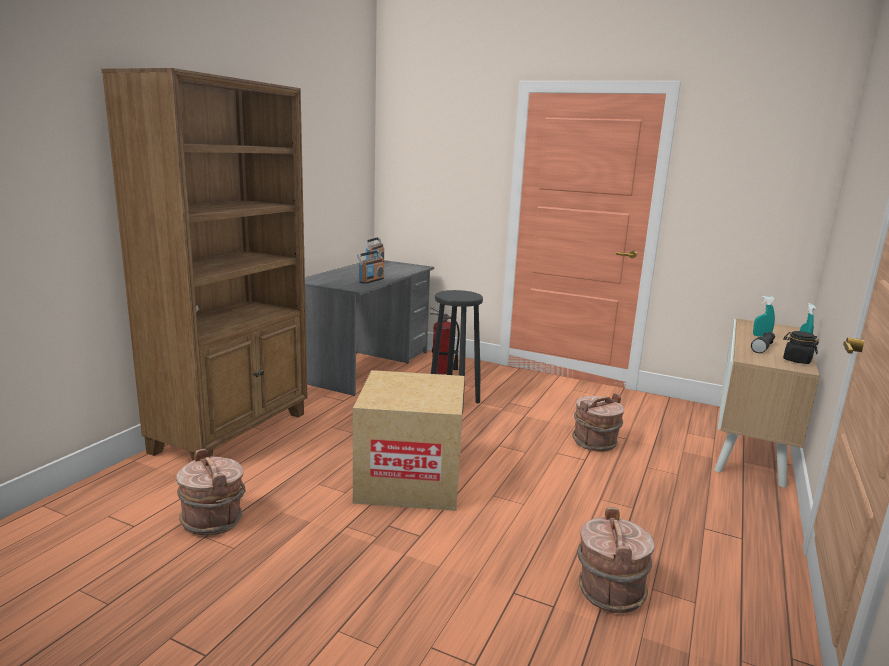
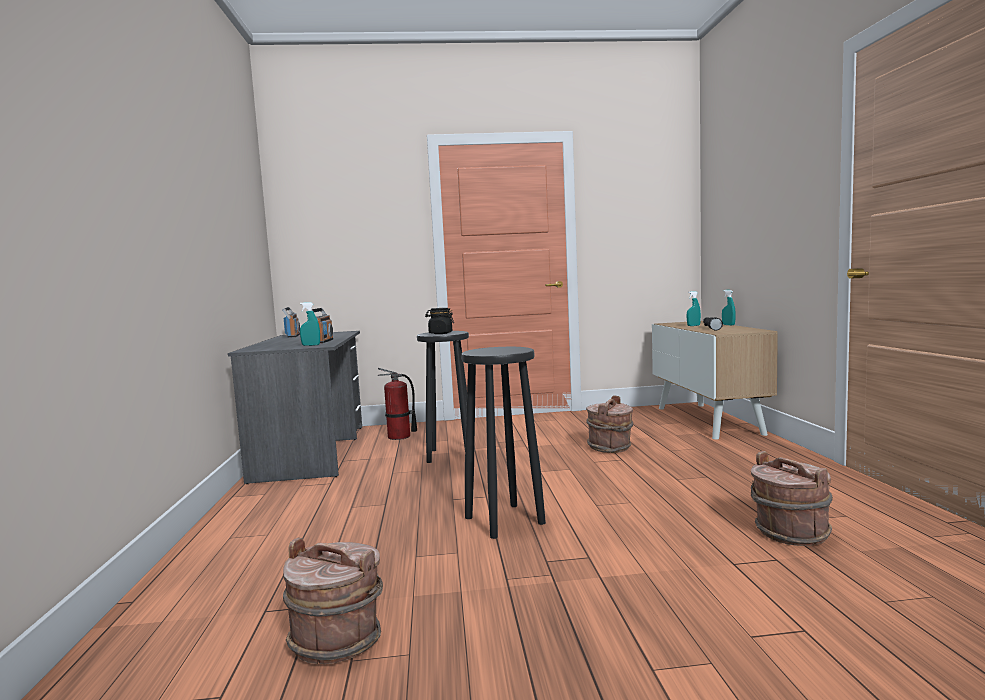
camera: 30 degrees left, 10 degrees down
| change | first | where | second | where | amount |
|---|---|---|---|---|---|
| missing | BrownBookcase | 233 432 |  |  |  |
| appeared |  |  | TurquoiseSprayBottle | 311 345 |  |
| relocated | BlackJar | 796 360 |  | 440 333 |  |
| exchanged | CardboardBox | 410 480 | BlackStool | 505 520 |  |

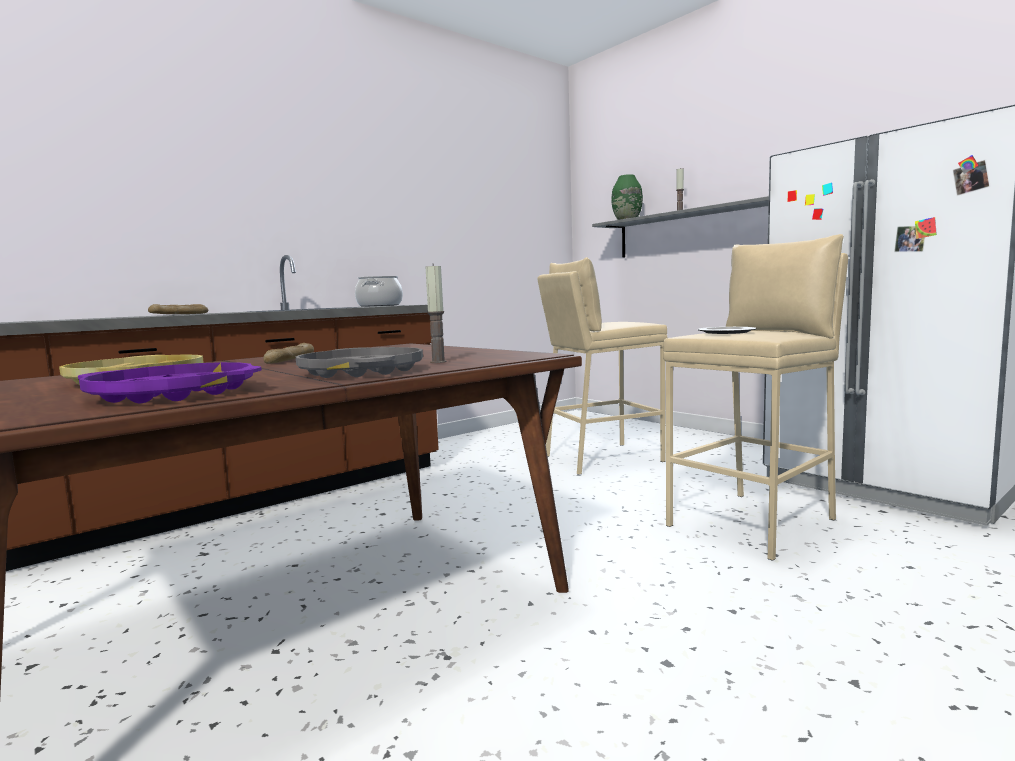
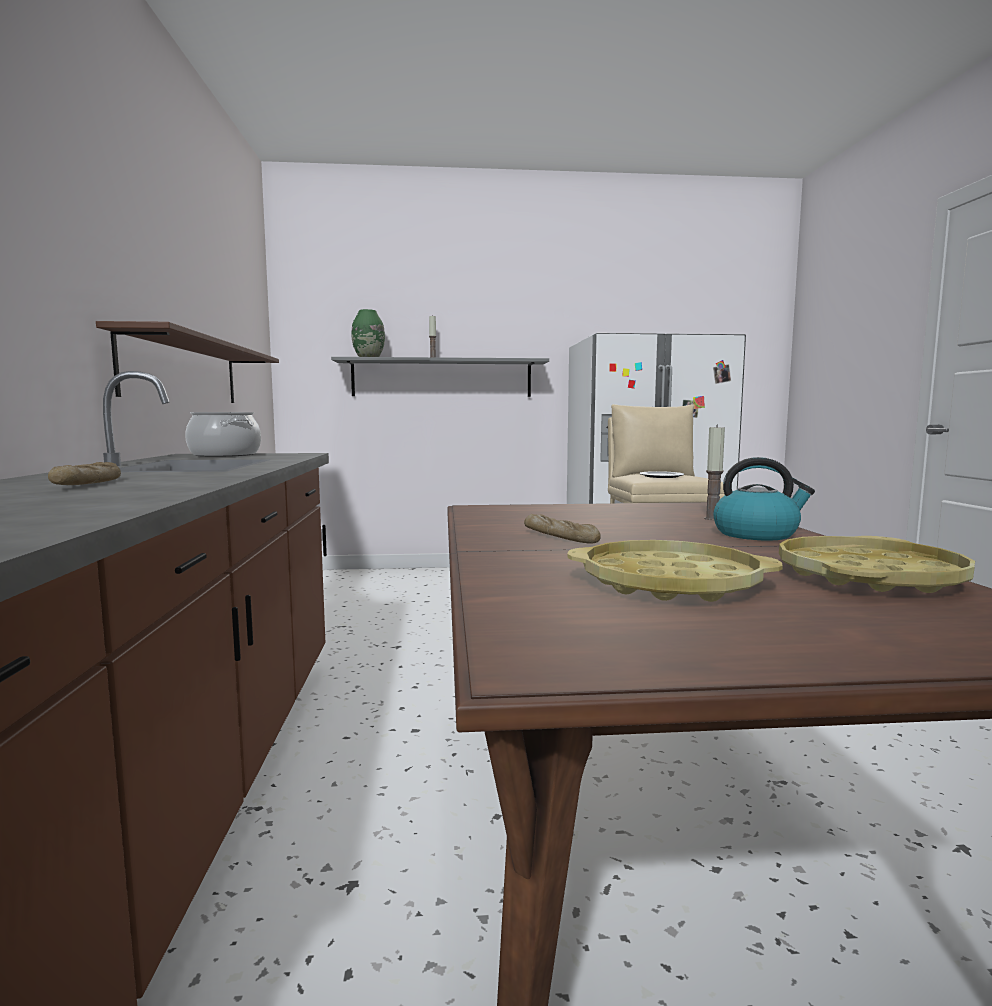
camera: 55 degrees left, 0 degrees up
| change | first | where | second | where | amount |
|---|---|---|---|---|---|
| missing | BeigeStool | 602 458 |  |  |  |
| appeared |  |  | BrownShelf | 184 372 |  |
| exchanged | GreyTray | 362 371 | Kettle | 757 534 |  |
| colour | PurpleTray | 173 394 | YellowTray | 868 577 |  |

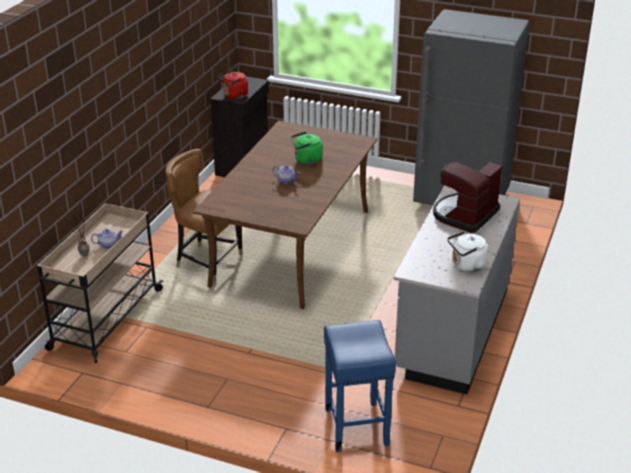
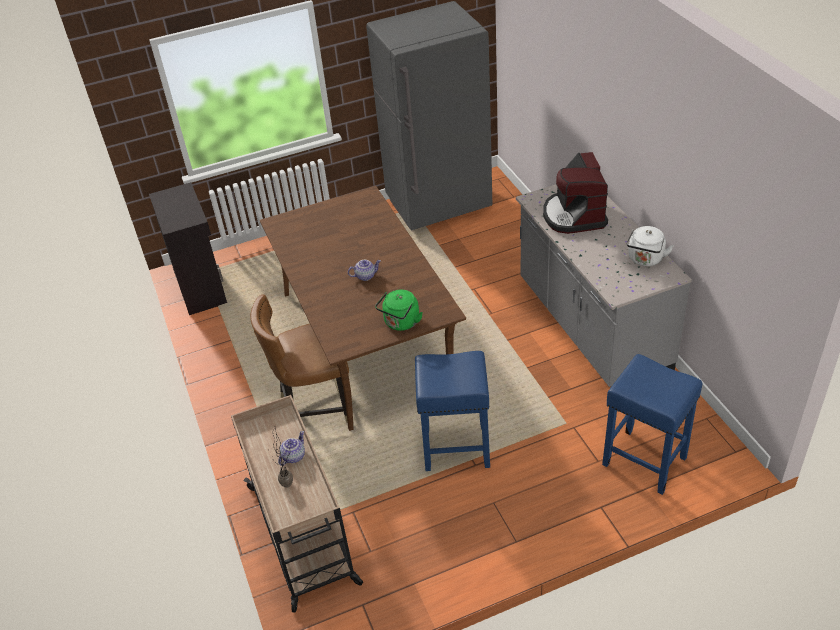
camera: 40 degrees left, 10 degrees up
| change | first | where | second | where | amount |
|---|---|---|---|---|---|
| missing | RedKettle | 234 96 |  |  |  |
| appeared |  |  | BlueStool | 455 448 |  |
| relocated | GreenKettle | 306 160 |  | 401 323 |  |

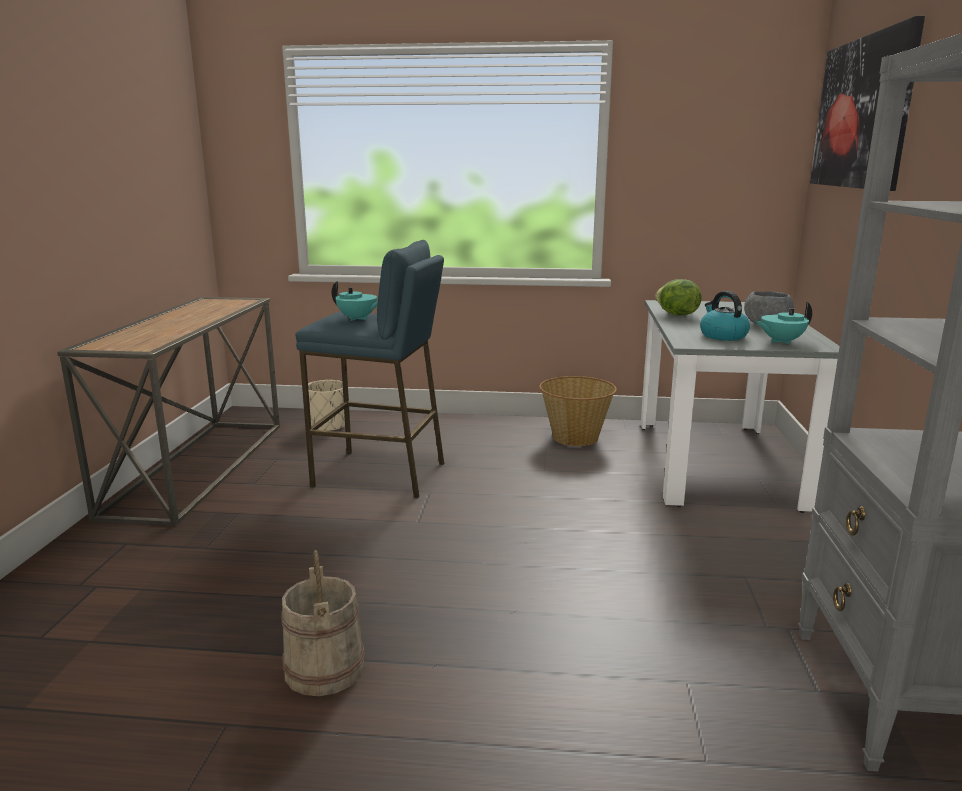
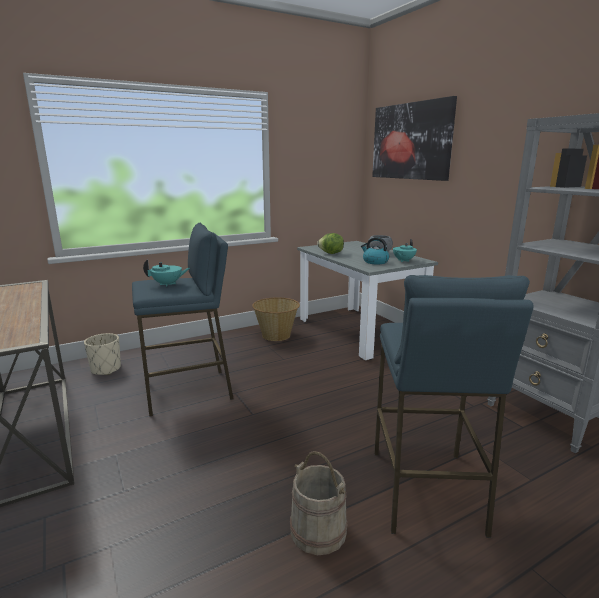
camera: 35 degrees left, 0 degrees up
| change | first | where | second | where | amount |
|---|---|---|---|---|---|
| appeared |  |  | BlueStool | 425 490 |  |

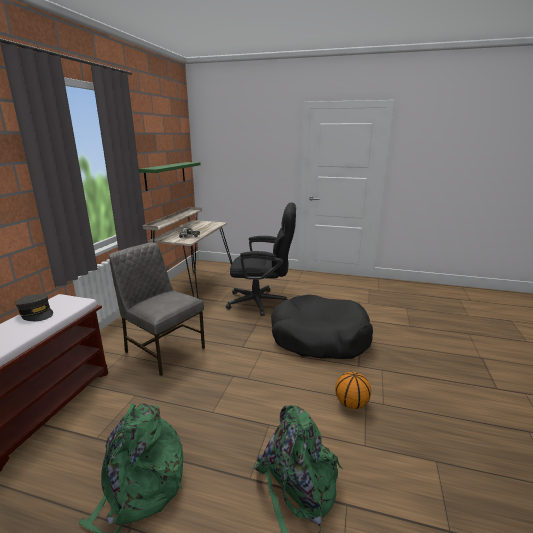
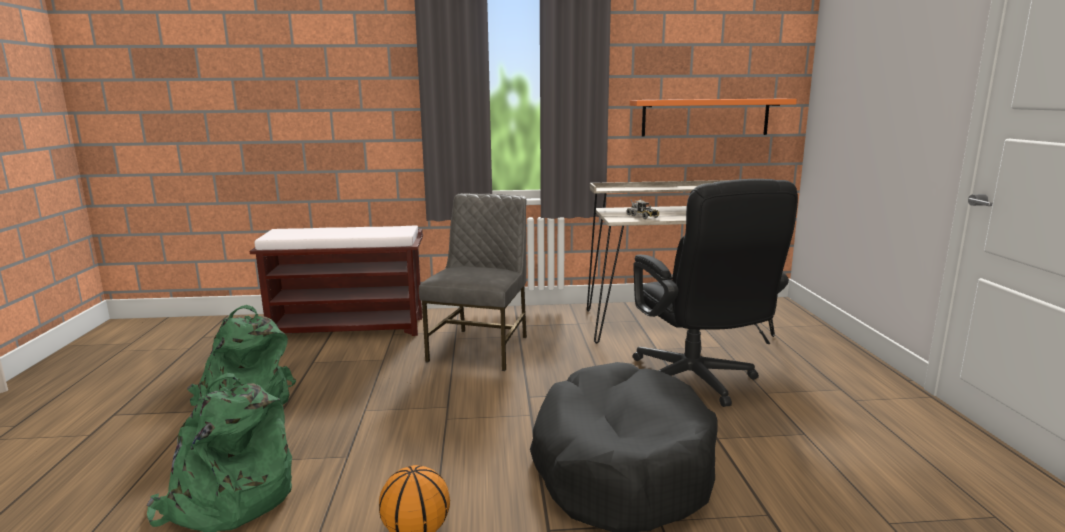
camera: 70 degrees right, 5 degrees down
| change | first | where | second | where | amount |
|---|---|---|---|---|---|
| missing | GreyCap | 36 313 |  |  |  |
| colour | GreenShelf | 165 175 | OrangeShelf | 705 117 |  |

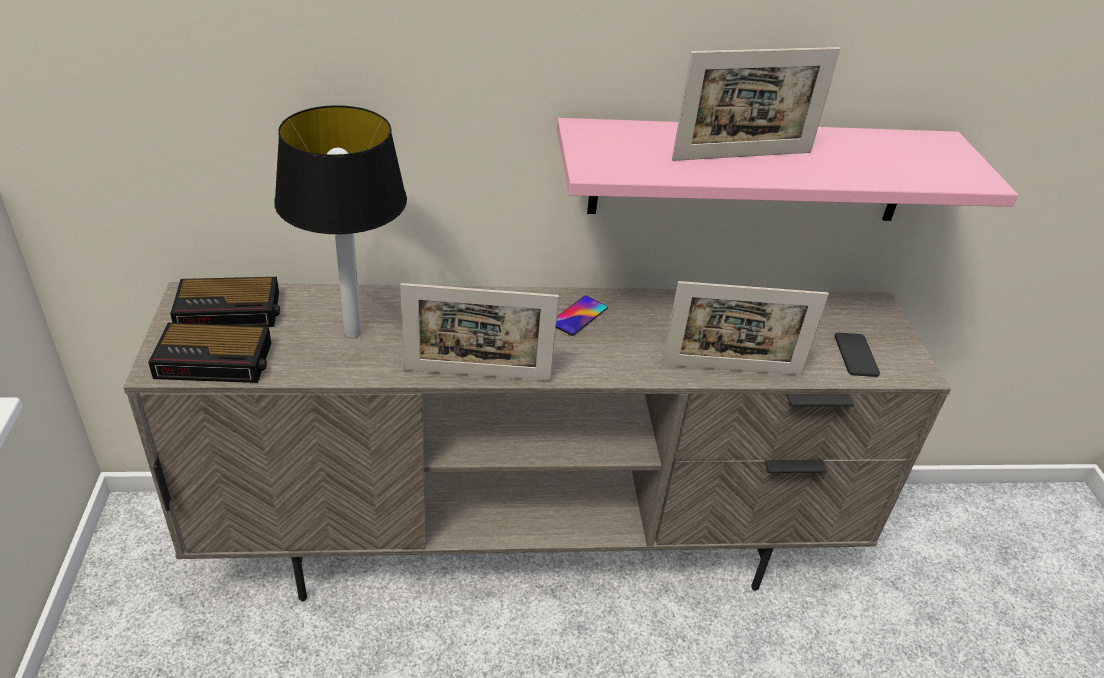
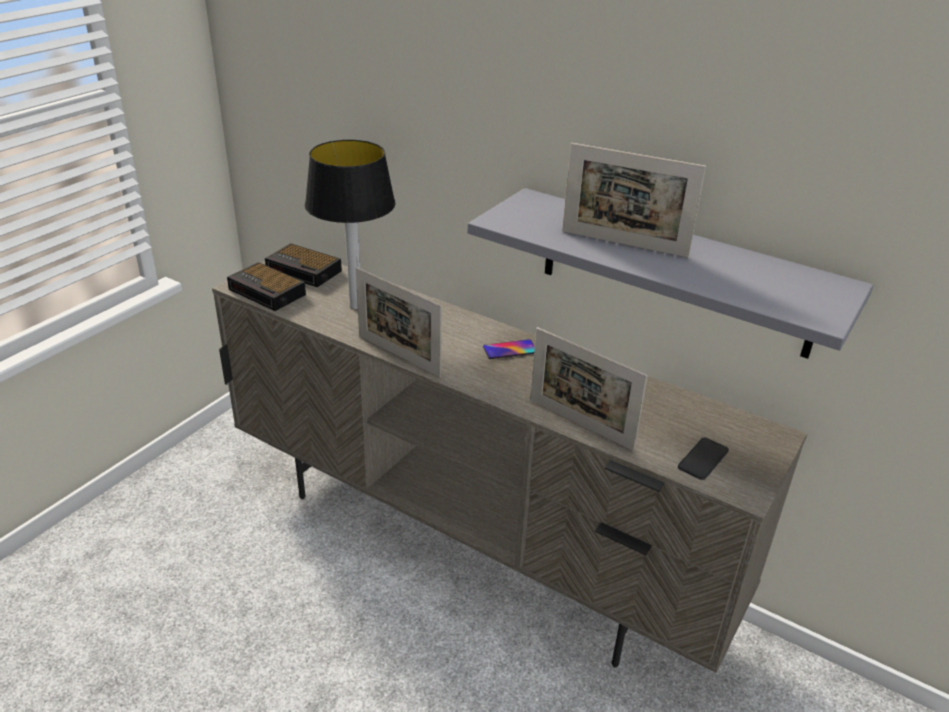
camera: 40 degrees right, 5 degrees down
| change | first | where | second | where | amount |
|---|---|---|---|---|---|
| colour | PinkShelf | 751 171 | GreyShelf | 675 272 |  |

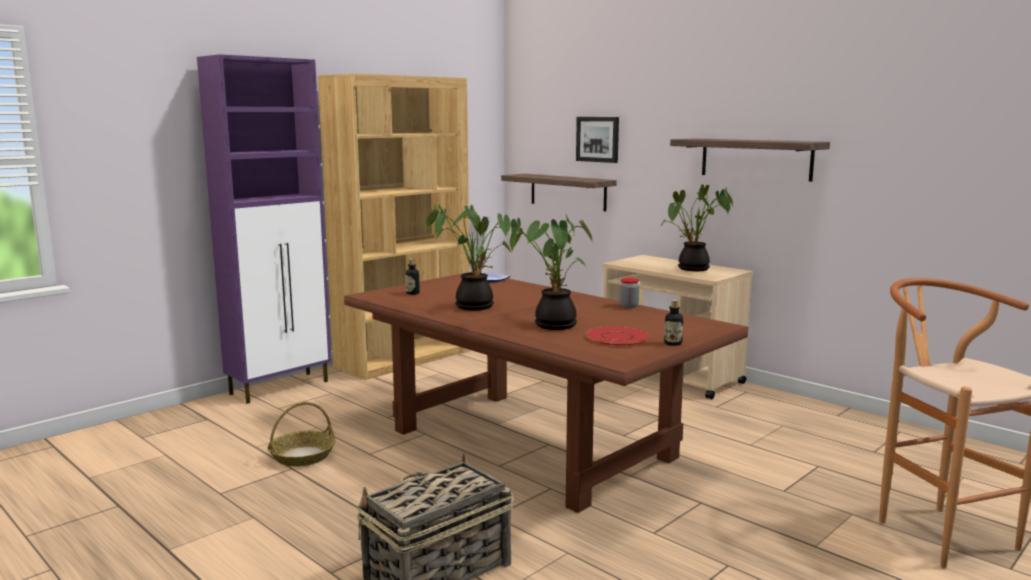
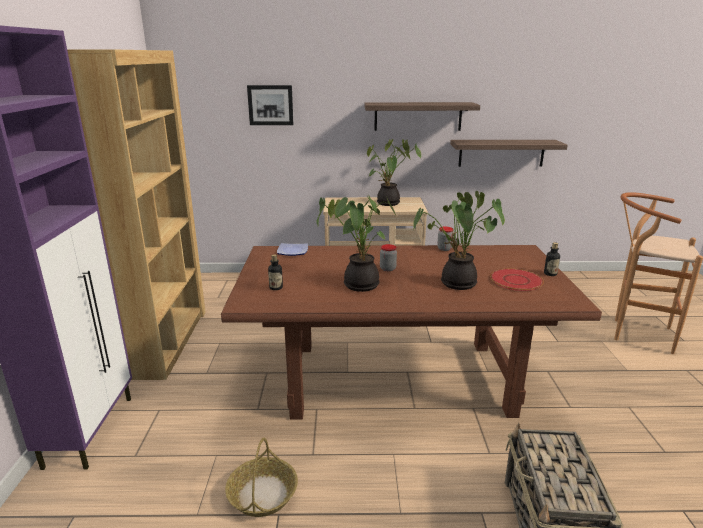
camera: 45 degrees left, 10 degrees up
| change | first | where | second | where | amount |
|---|---|---|---|---|---|
| appeared |  |  | Jar | 387 269 |  |
| relocated | Shelf | 568 192 |  | 501 153 |  |

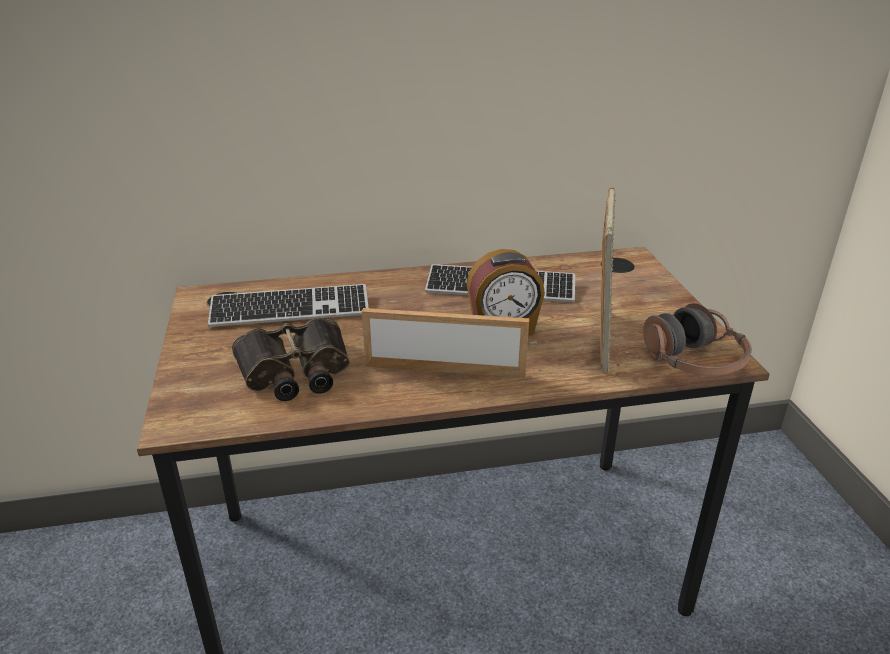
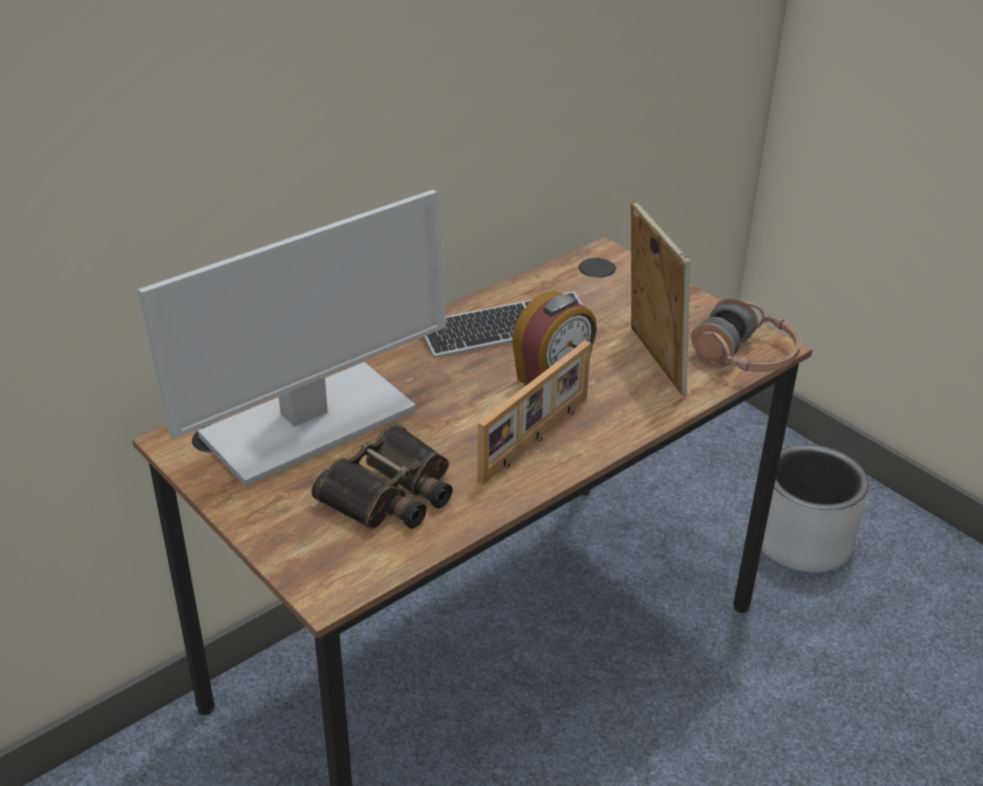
camera: 30 degrees left, 5 degrees up
| change | first | where | second | where | amount |
|---|---|---|---|---|---|
| appeared |  |  | GreyPlanter | 801 541 |  |
| exchanged | Keyboard | 290 309 | Monitor | 308 425 |  |
| spun | PictureFrame | 445 368 |  | 536 439 | 150 degrees clockwise |

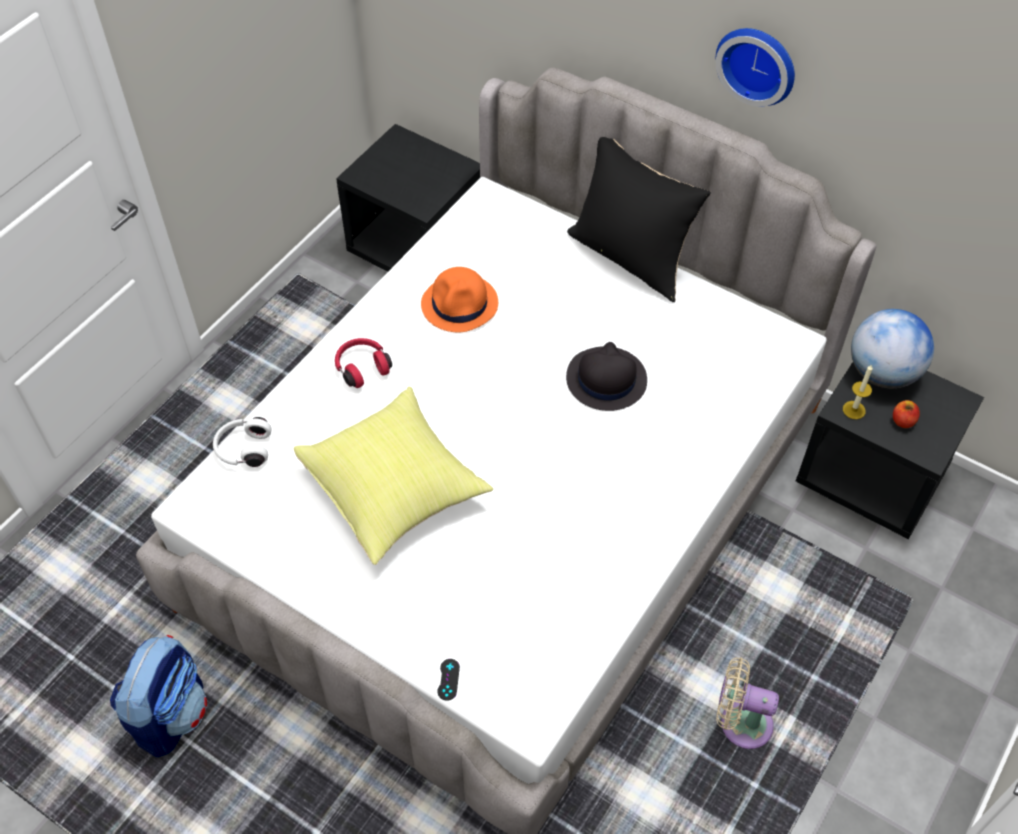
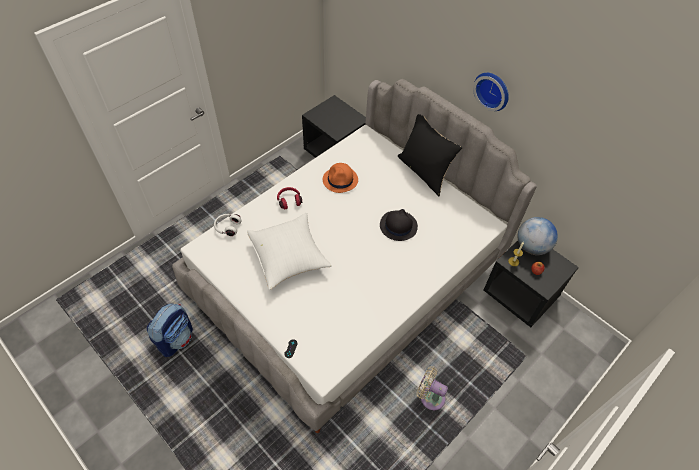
camera: 10 degrees right, 0 degrees up
| change | first | where | second | where | amount |
|---|---|---|---|---|---|
| colour | YellowPillow | 395 489 | WhitePillow | 289 258 |  |

